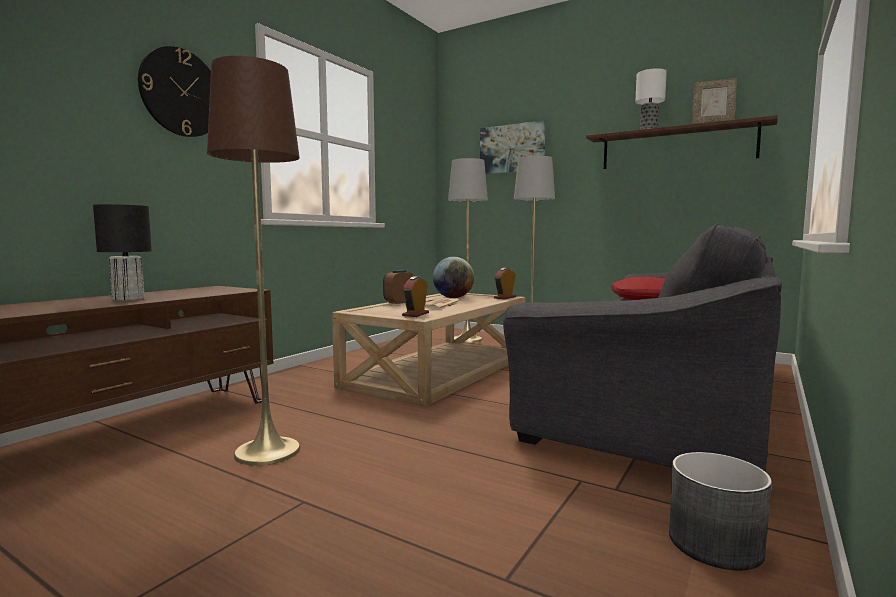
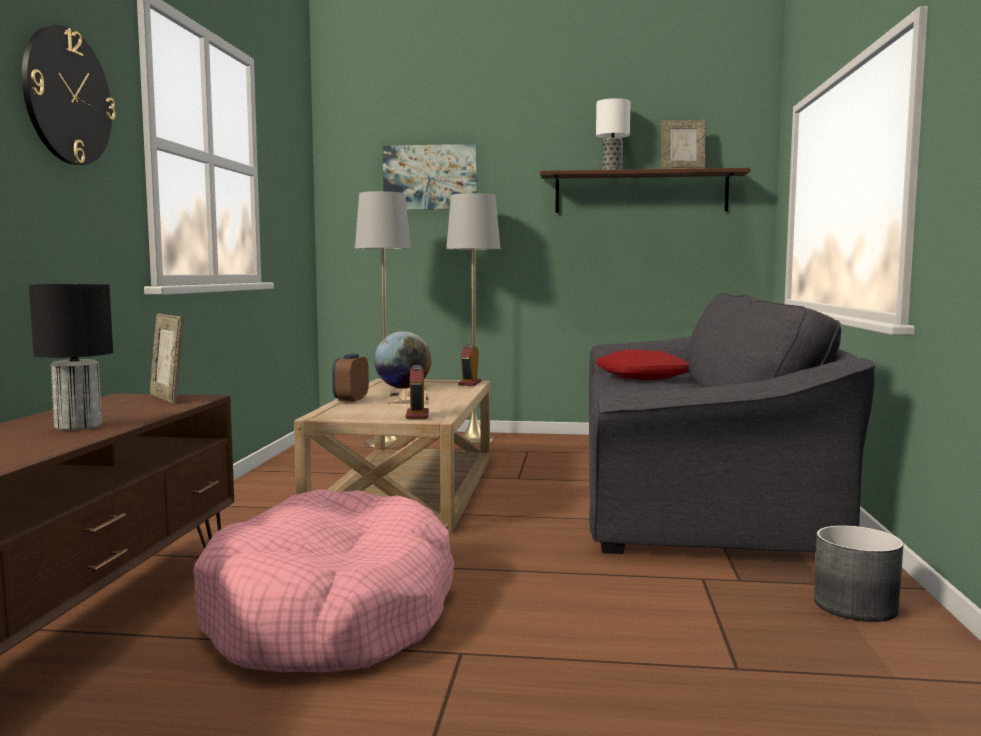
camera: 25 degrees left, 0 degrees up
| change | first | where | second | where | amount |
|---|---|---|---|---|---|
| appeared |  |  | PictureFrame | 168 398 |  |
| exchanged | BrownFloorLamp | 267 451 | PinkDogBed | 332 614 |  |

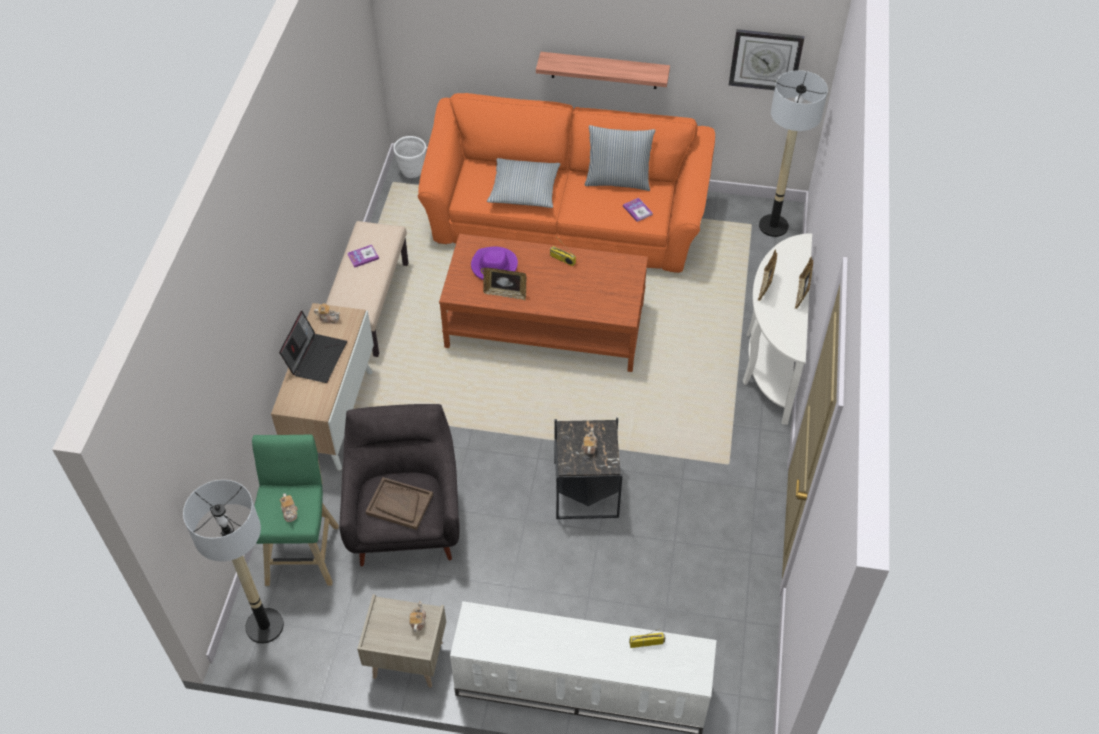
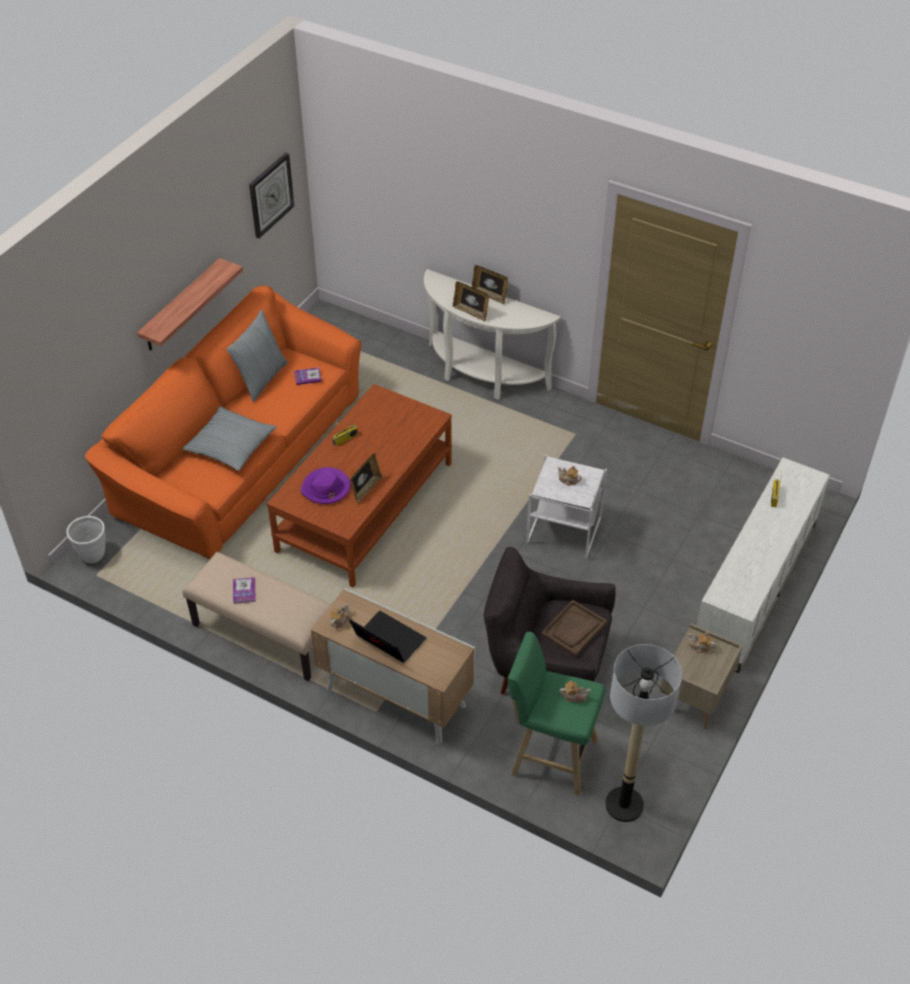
camera: 70 degrees left, 5 degrees down
| change | first | where | second | where | amount |
|---|---|---|---|---|---|
| missing | FloorLamp | 773 226 |  |  |  |
| colour | BlackSideTable | 585 490 | WhiteSideTable | 564 531 |  |

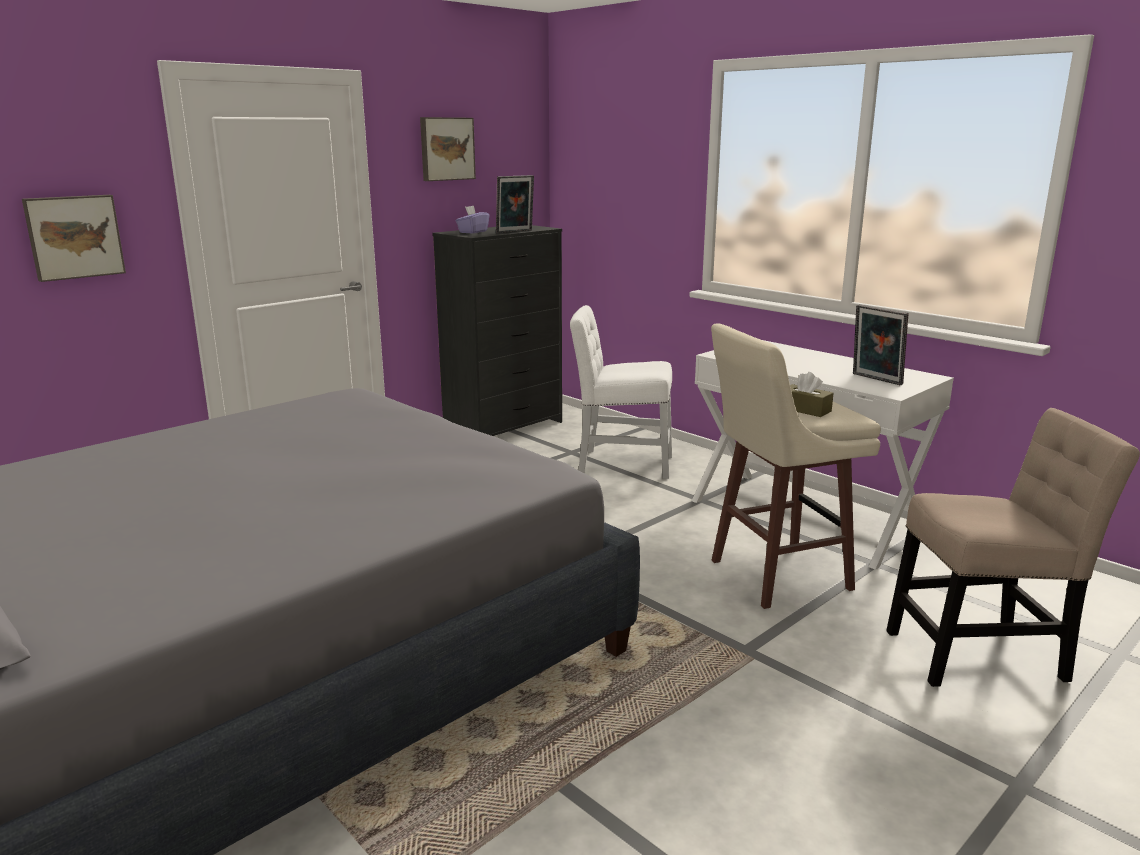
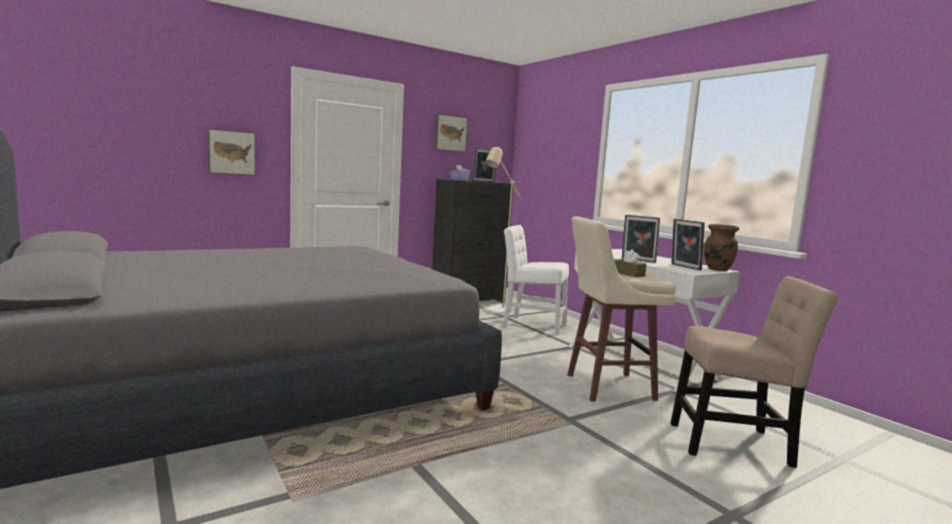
camera: 10 degrees right, 10 degrees down
| change | first | where | second | where | amount |
|---|---|---|---|---|---|
| appeared |  |  | BeigeFloorLamp | 496 311 |  |
| appeared |  |  | PictureFrame | 638 260 |  |
| appeared |  |  | BrownVase | 717 269 |  |

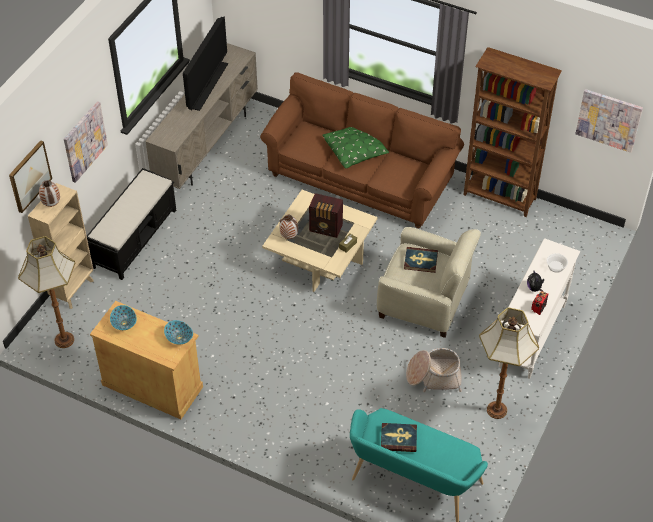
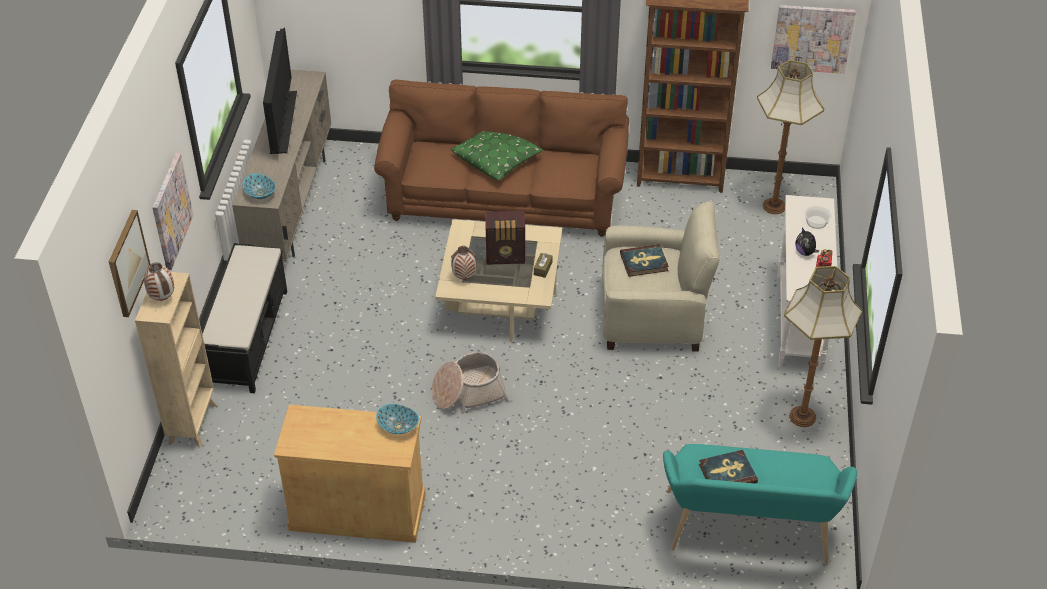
camera: 20 degrees left, 5 degrees down
| change | first | where | second | where | amount |
|---|---|---|---|---|---|
| relocated | FloorLamp | 65 340 |  | 775 206 |  |
| relocated | Bowl | 124 323 |  | 260 193 |  |
| relocated | Basket | 434 376 |  | 468 392 |  |

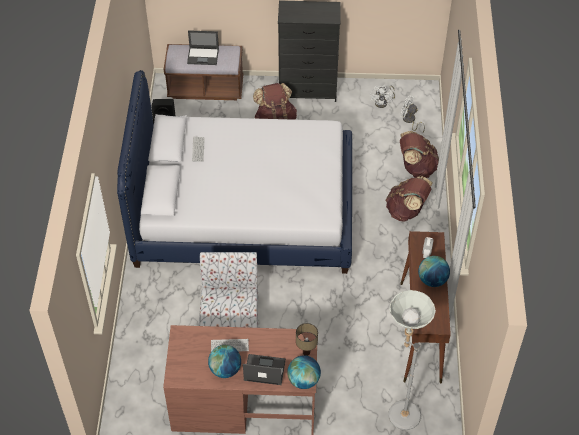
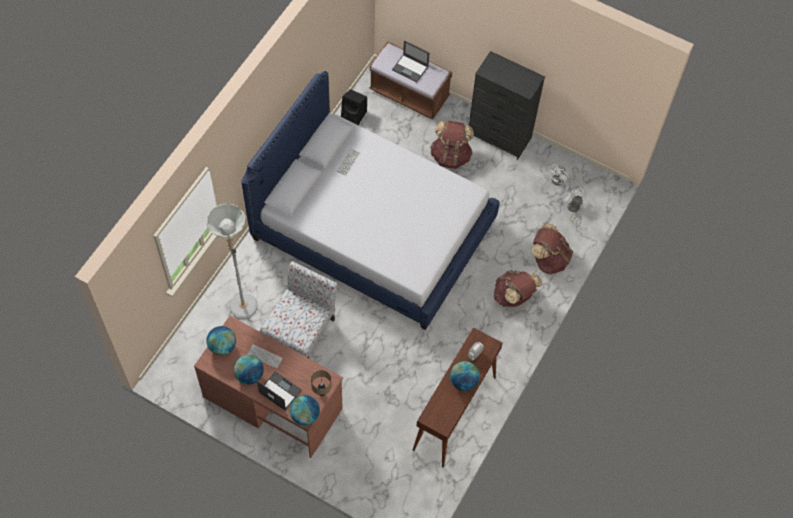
camera: 25 degrees right, 10 degrees up
| change | first | where | second | where | amount |
|---|---|---|---|---|---|
| appeared |  |  | Globe | 222 346 |  |
| relocated | GreyFloorLamp | 398 411 |  | 241 301 |  |

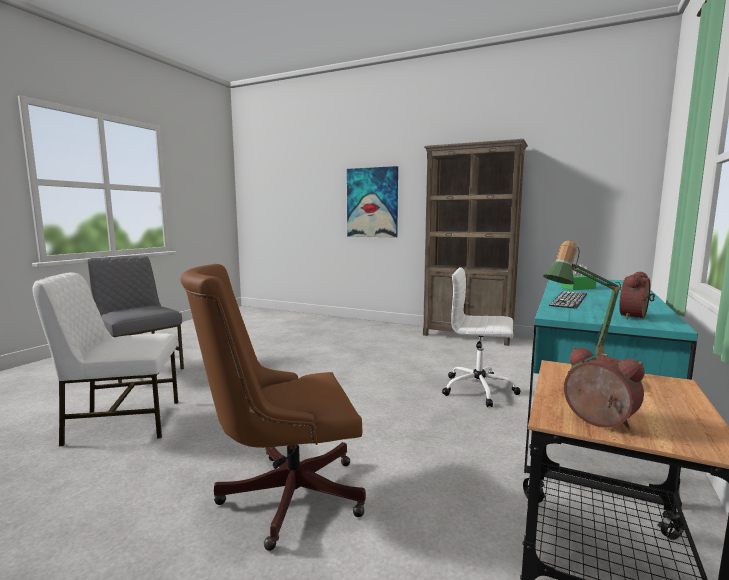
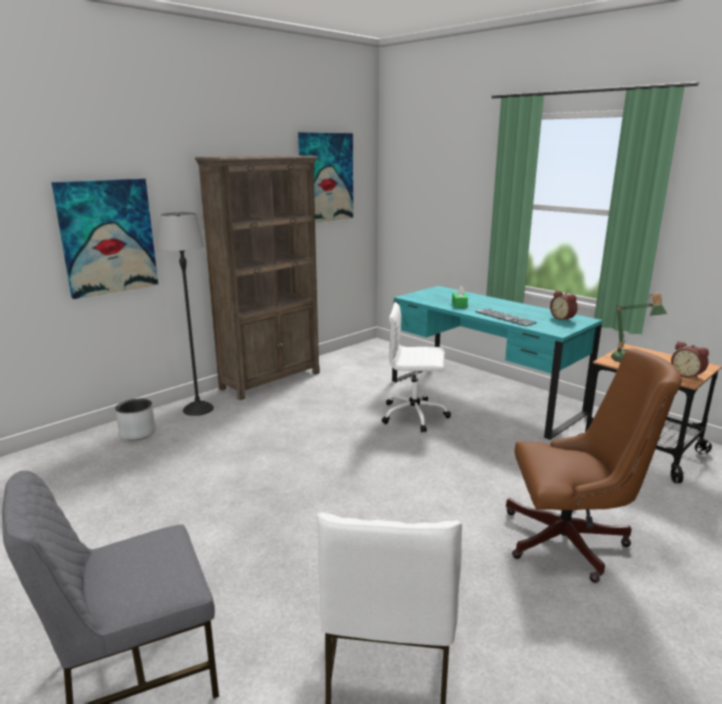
camera: 70 degrees left, 10 degrees up
| change | first | where | second | where | amount |
|---|---|---|---|---|---|
| appeared |  |  | GreyPlanter | 138 433 |  |
| appeared |  |  | FloorLamp | 198 409 |  |
| appeared |  |  | Picture | 326 177 |  |
| spun | BrownOfficeChair | 282 495 |  | 573 541 | 90 degrees counterclockwise |
| spun | WhiteOfficeChair | 480 389 |  | 415 415 | 60 degrees clockwise |
| spun | AlarmClock | 597 422 |  | 687 375 | 105 degrees counterclockwise |

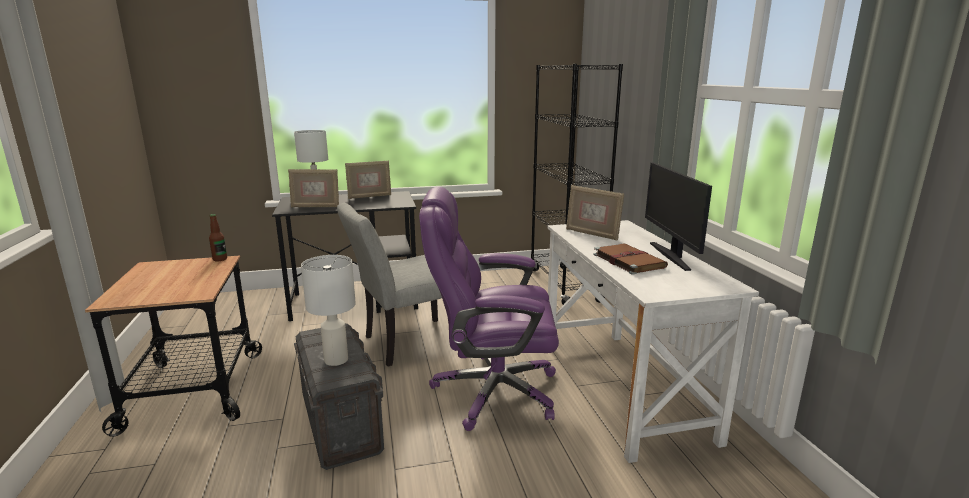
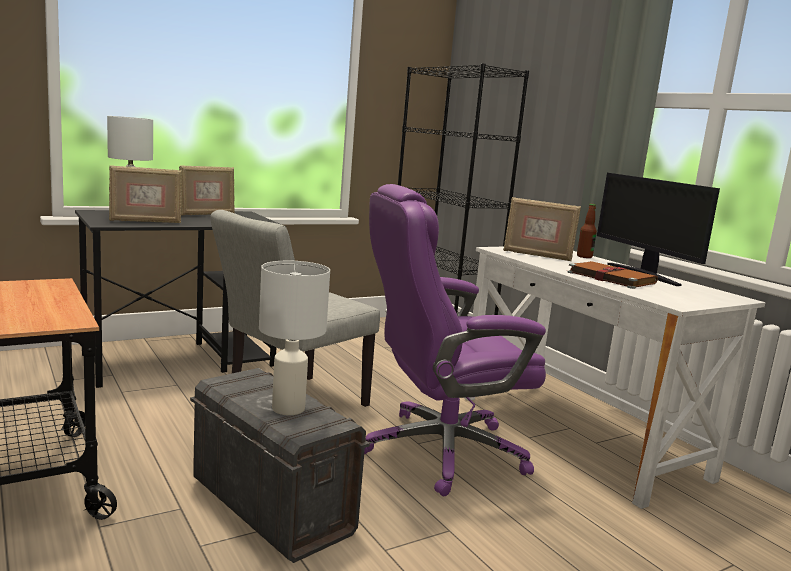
camera: 20 degrees left, 5 degrees down
| change | first | where | second | where | amount |
|---|---|---|---|---|---|
| relocated | Bottle | 220 259 |  | 584 256 |  |

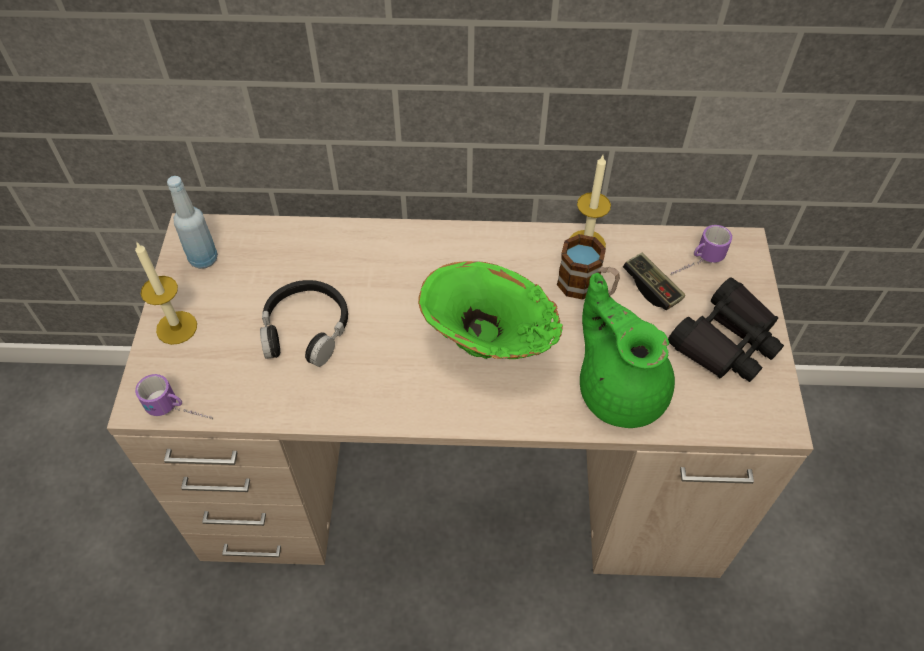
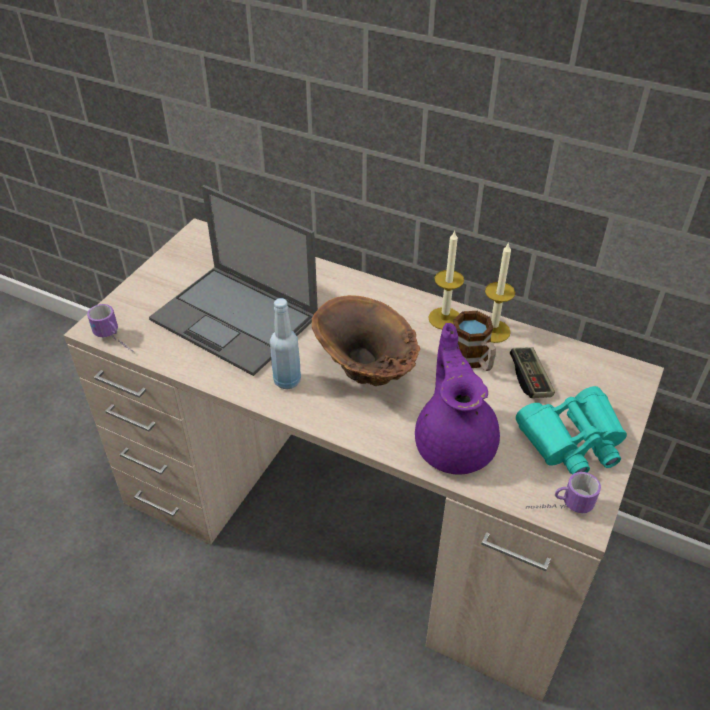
camera: 25 degrees right, 10 degrees down
| change | first | where | second | where | amount |
|---|---|---|---|---|---|
| relocated | Candle | 176 327 |  | 445 318 |  |
| relocated | BlueBottle | 203 259 |  | 287 381 |  |
| relocated | Mug | 695 264 |  | 558 507 |  |
| exchanged | BlackHeadphones | 306 329 | Laptop | 236 319 |  |
| colour | GreenVase | 487 348 | BrownVase | 364 377 |  |
| colour | GreenTeapot | 619 389 | PurpleTeapot | 454 443 |  |
| colour | BlackBinoculars | 726 342 | TurquoiseBinoculars | 572 441 |  |

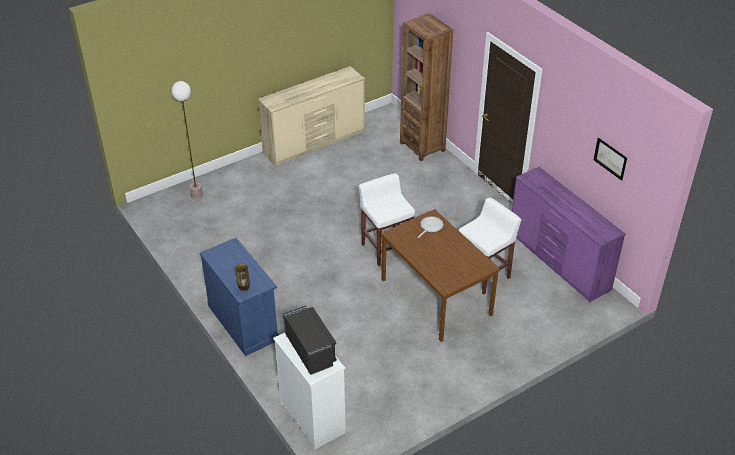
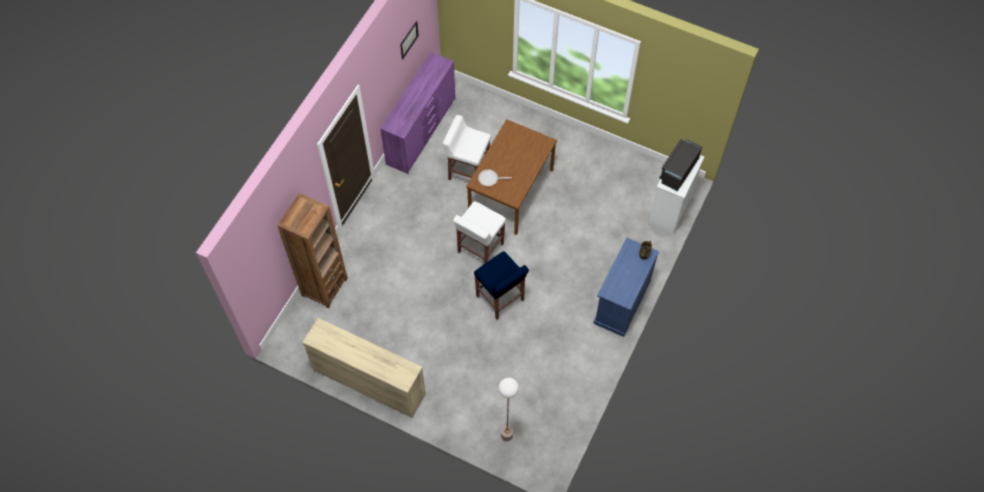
camera: 120 degrees left, 20 degrees up
| change | first | where | second | where | amount |
|---|---|---|---|---|---|
| appeared |  |  | BlueStool | 500 299 |  |

